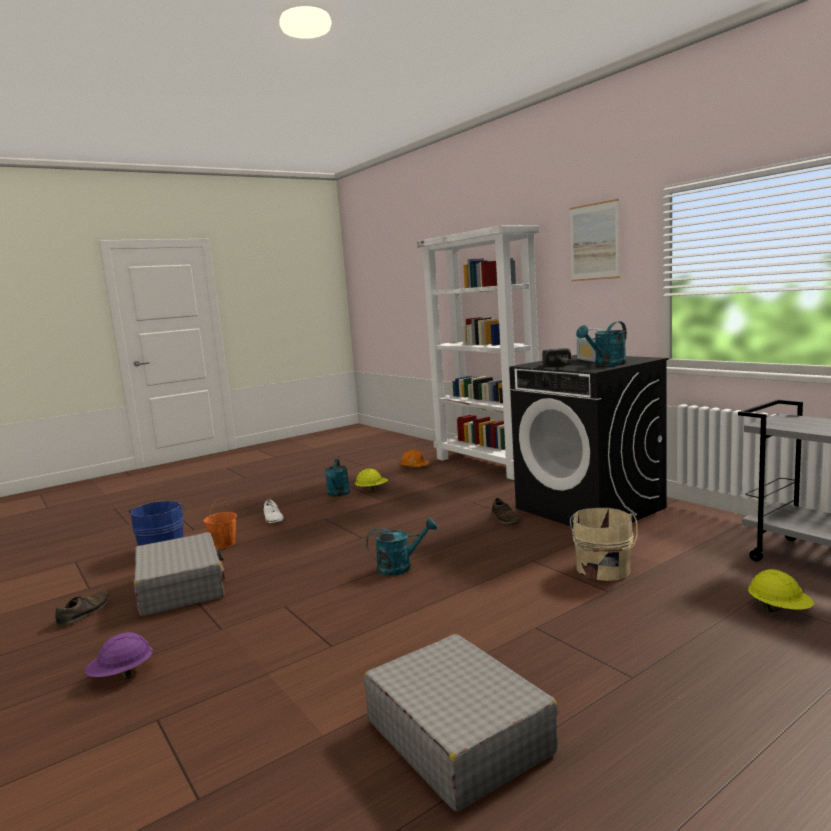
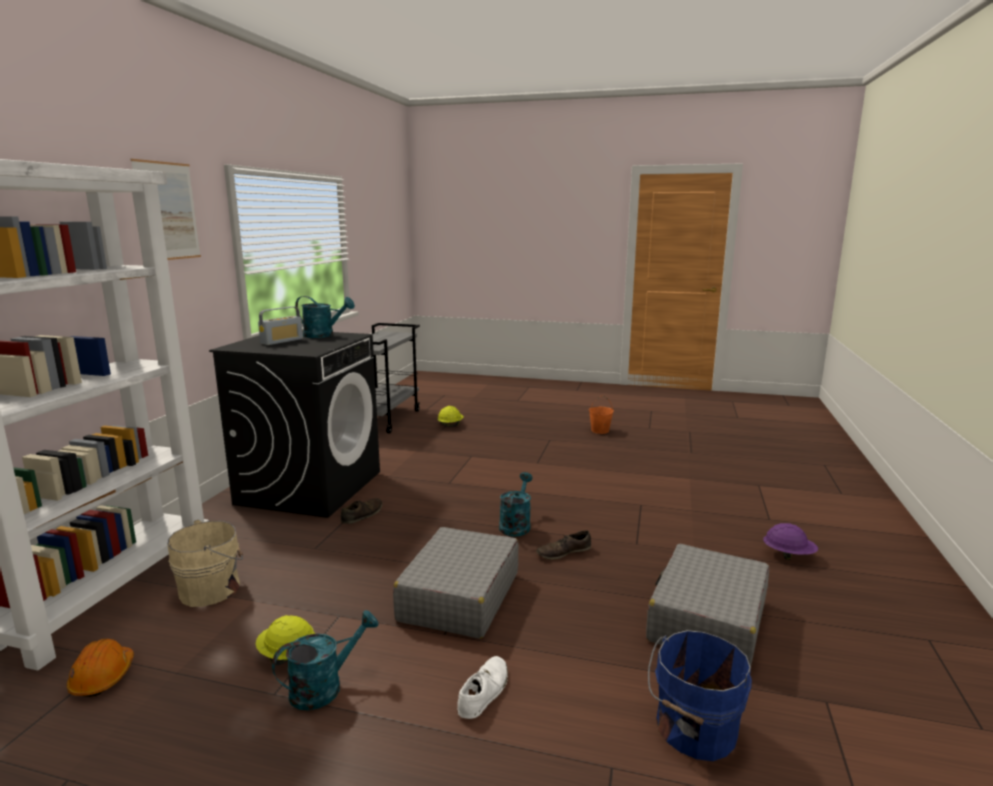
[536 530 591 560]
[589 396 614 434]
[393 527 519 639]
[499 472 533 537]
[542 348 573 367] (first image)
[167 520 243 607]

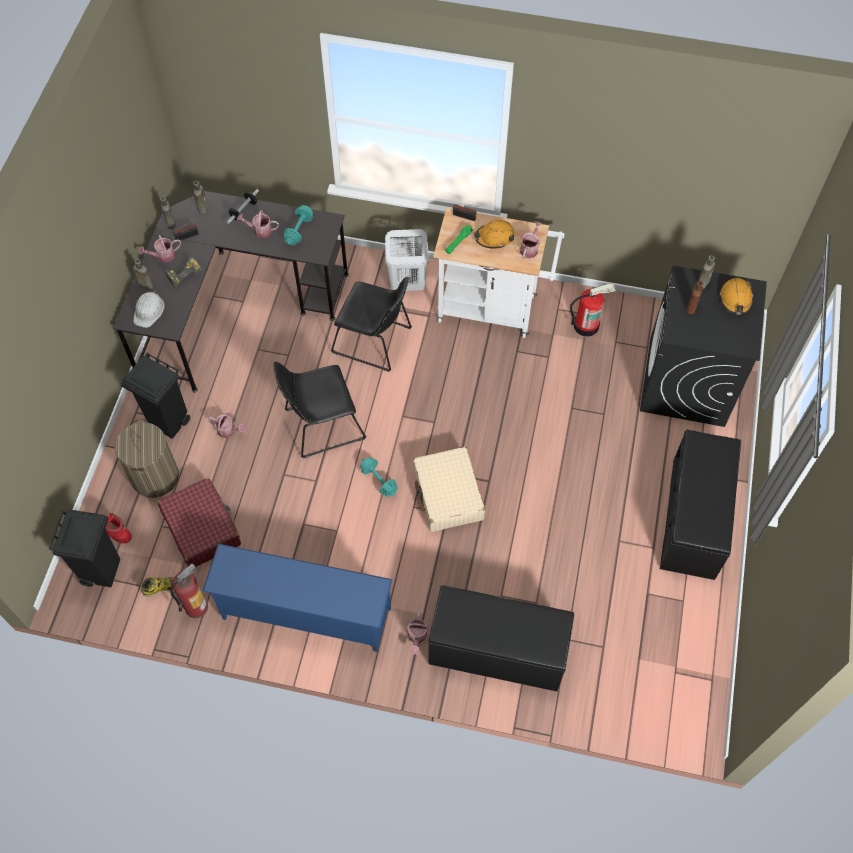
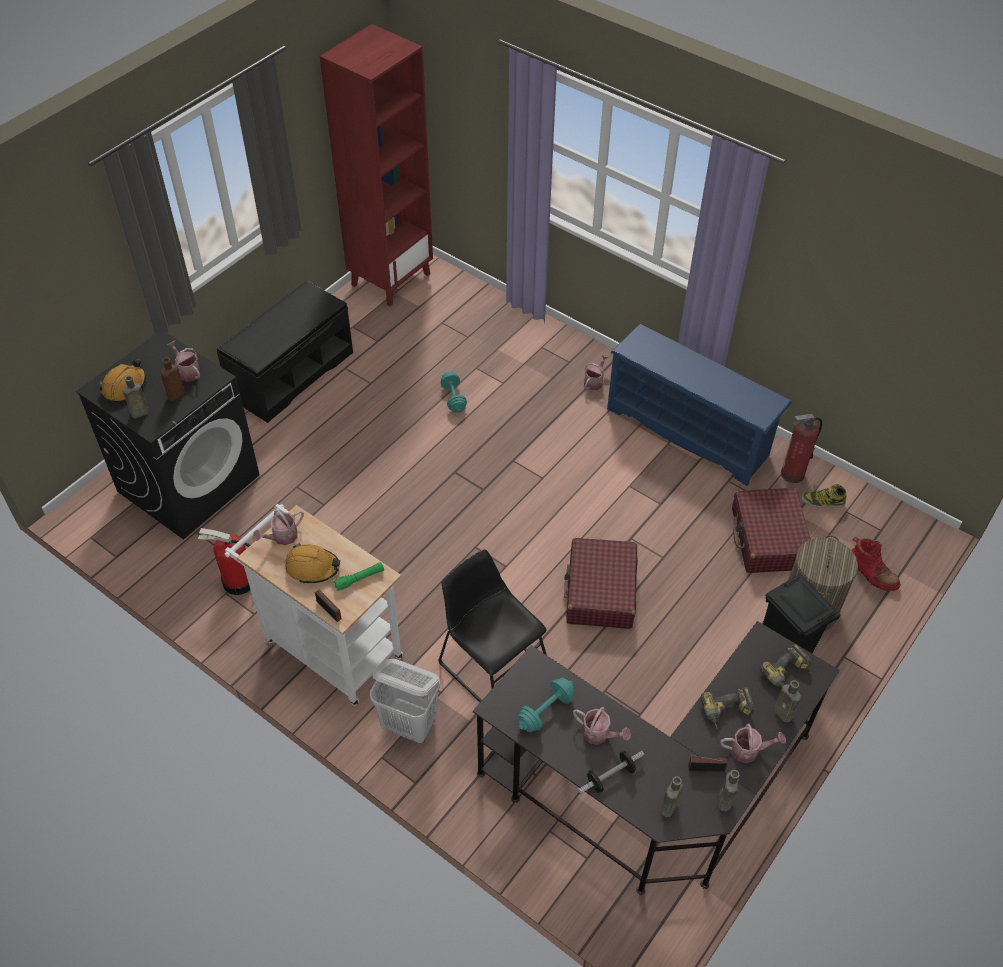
[49 509 120 587] (first image)
[759 644 811 687]
[167 340 201 381]
[564 538 638 629]
[441 372 467 413]
[413 447 485 532] (first image)
[428 585 574 691] (first image)
[320 24 433 307]

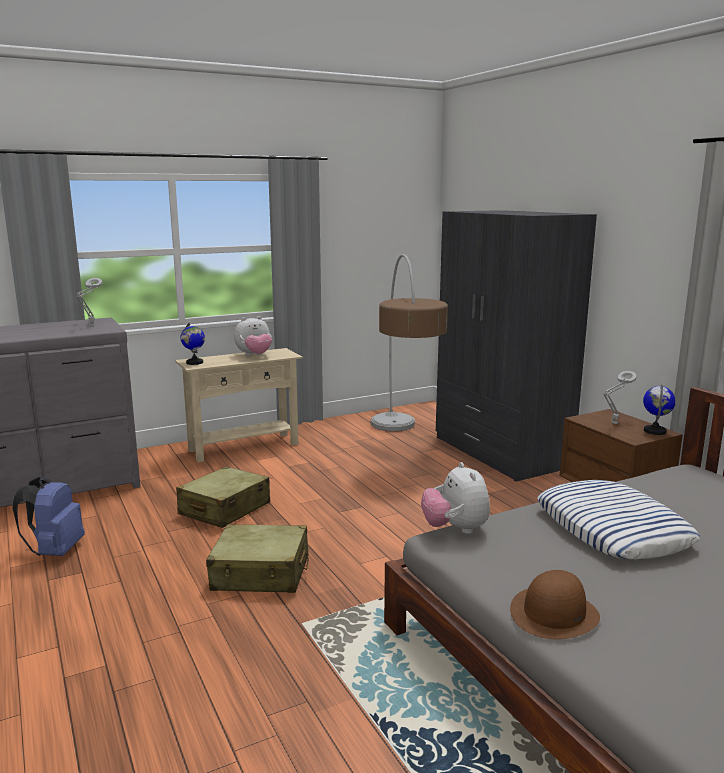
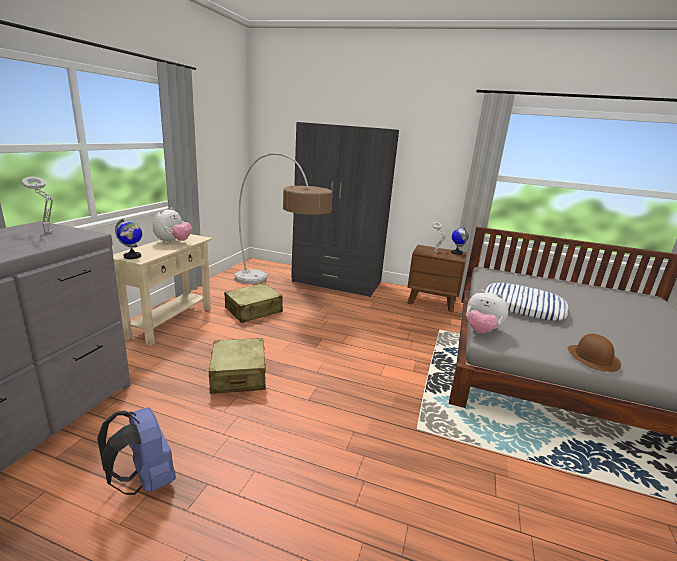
[224 283 283 323]

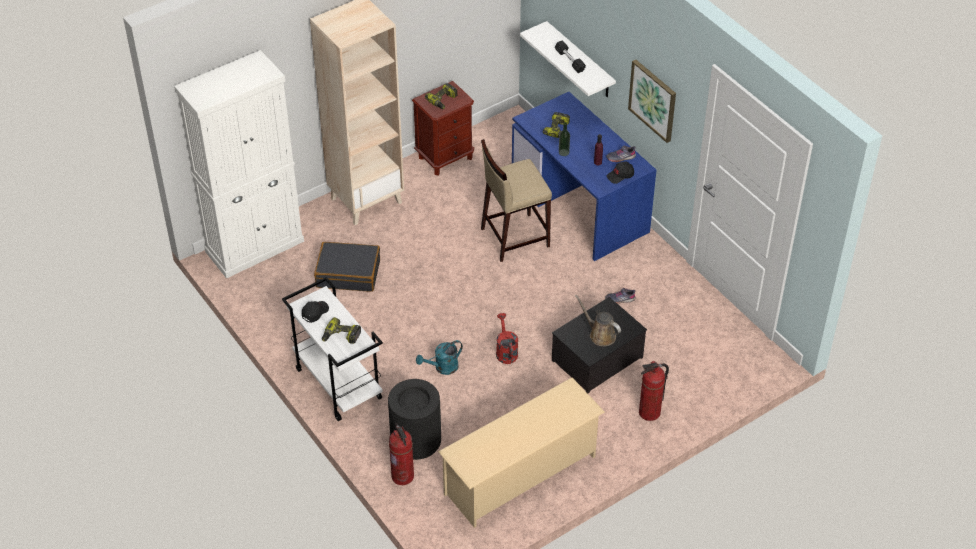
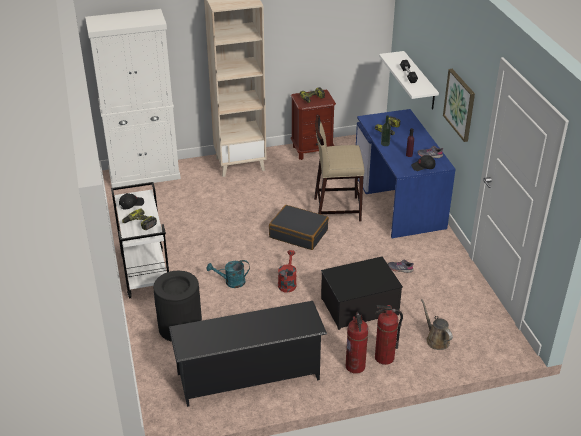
[269 205 329 250]
[346 312 368 374]
[169 301 327 407]
[421 299 453 350]

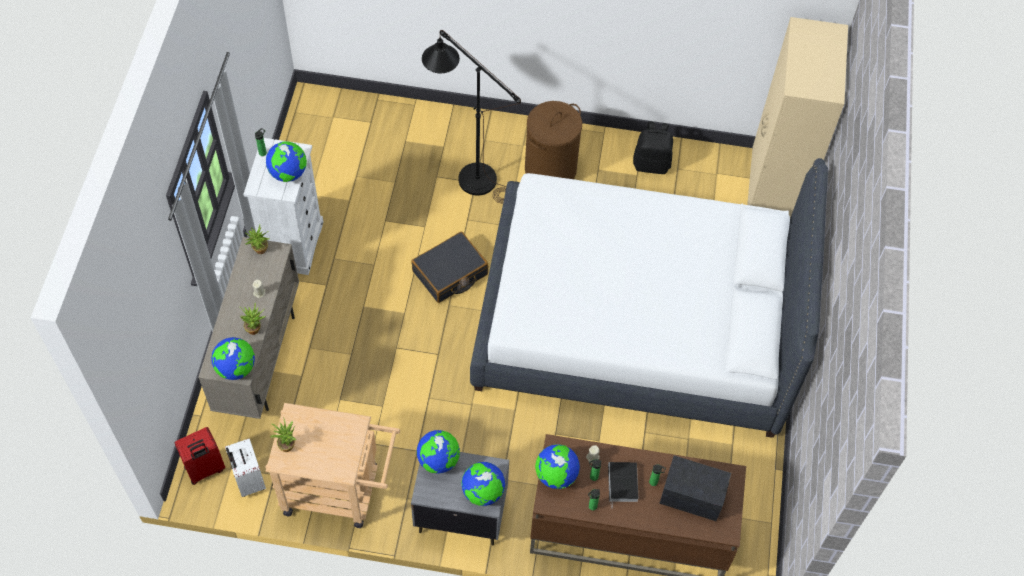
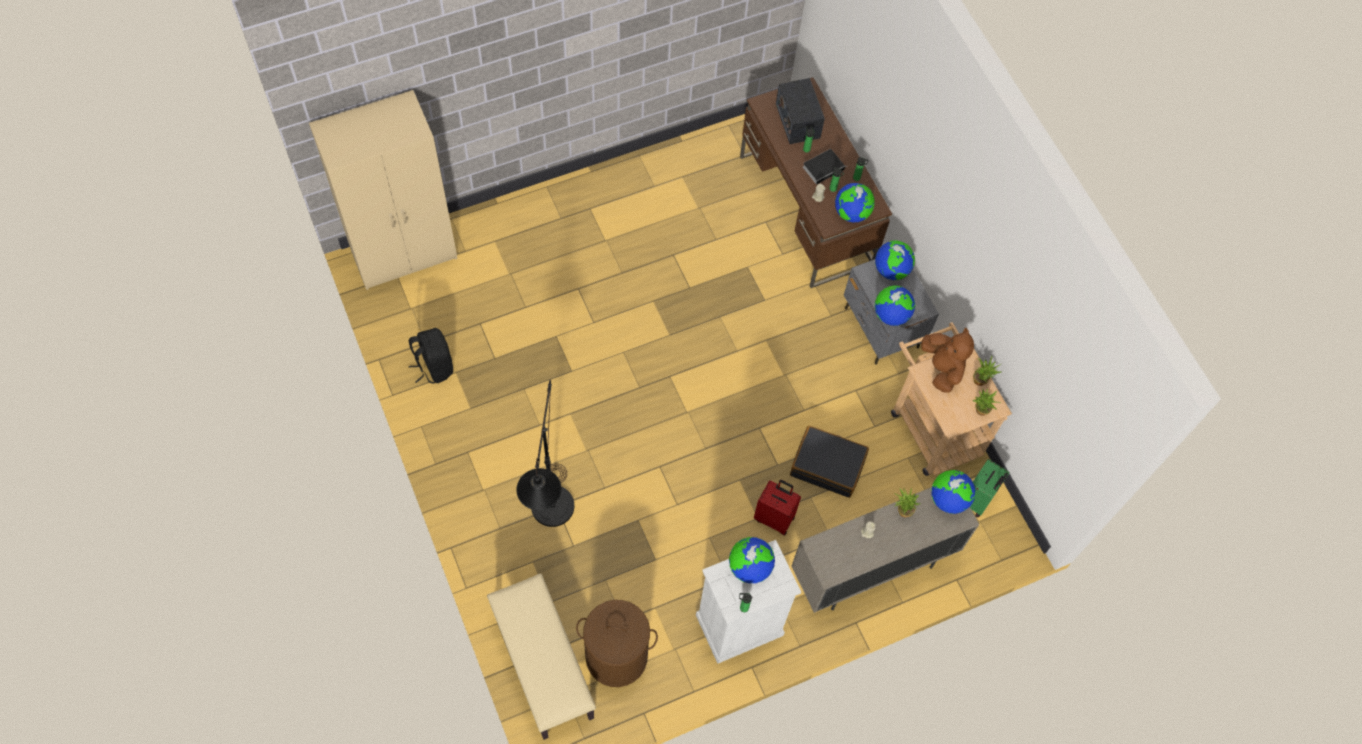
[754 480 801 535]
[970 459 1010 518]
[973 356 1001 386]
[790 426 869 498]
[470 158 828 438] (first image)
[576 600 658 687]
[487 573 596 740]
[921 328 974 393]

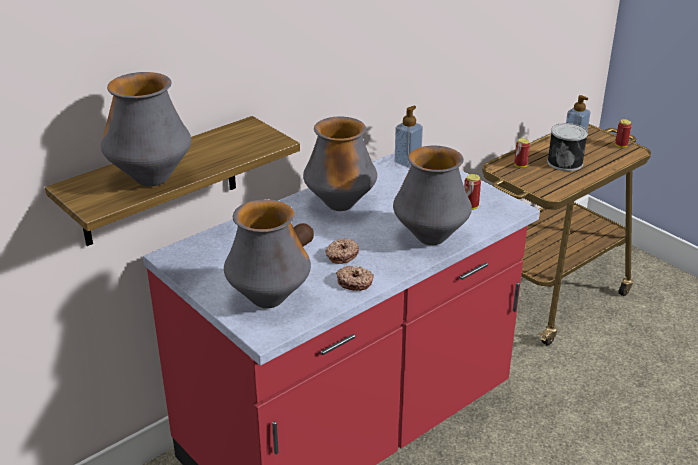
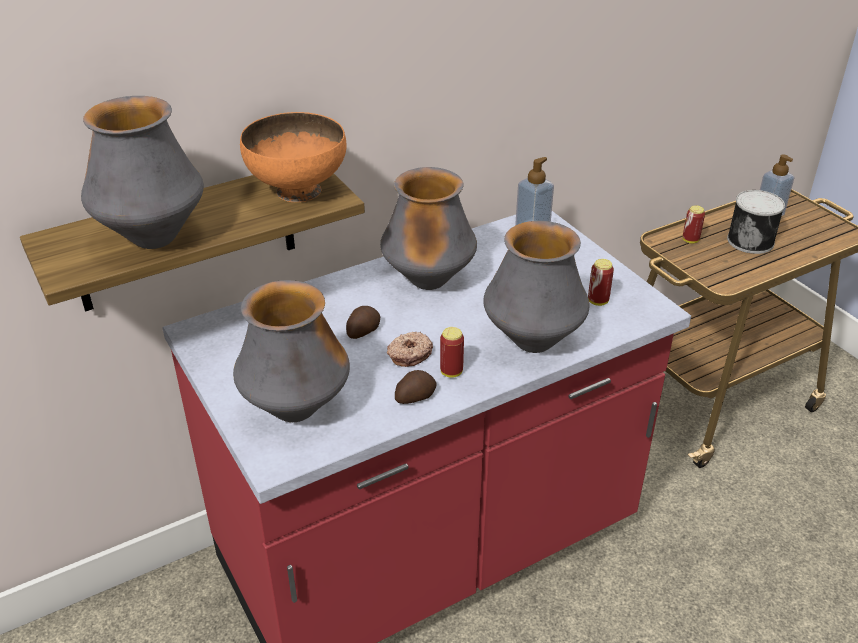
[395 370 436 404]
[440 327 464 378]
[240 112 347 202]

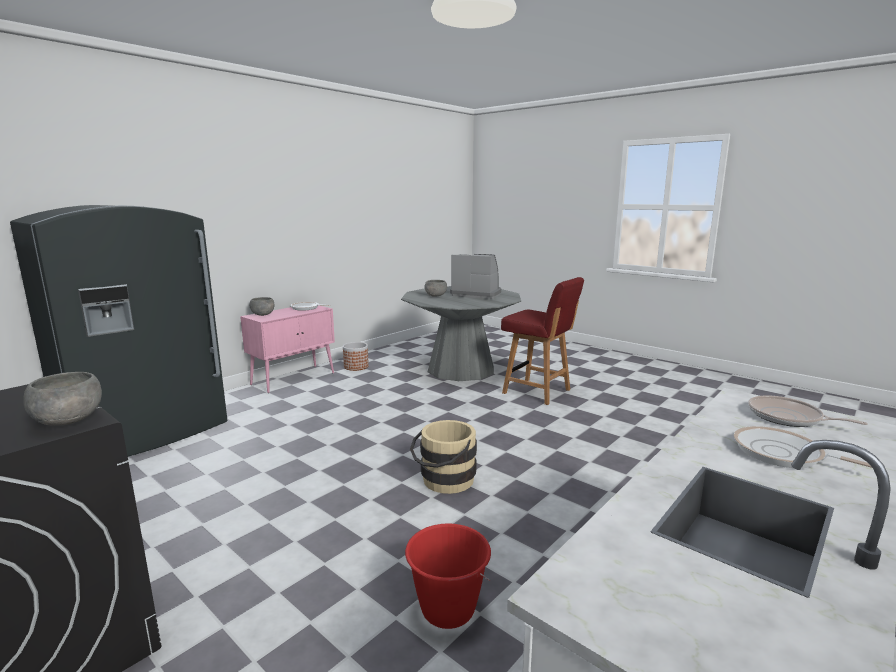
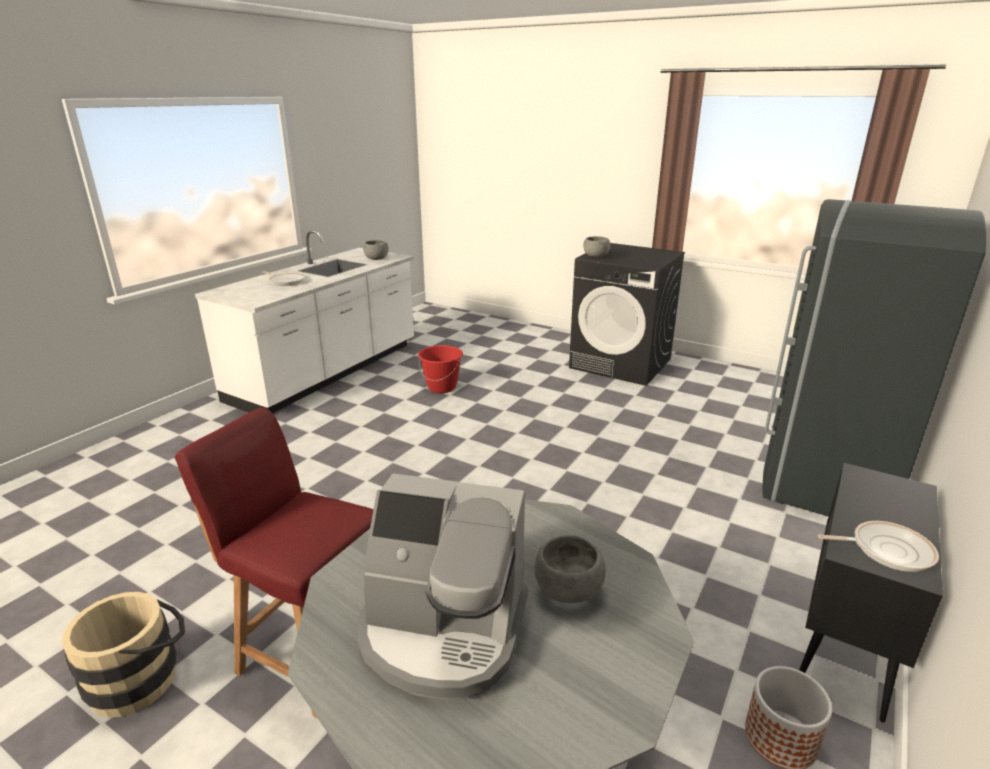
[799 463 943 722]
[363 240 389 260]
[62 592 185 717]
[748 396 868 427] (first image)

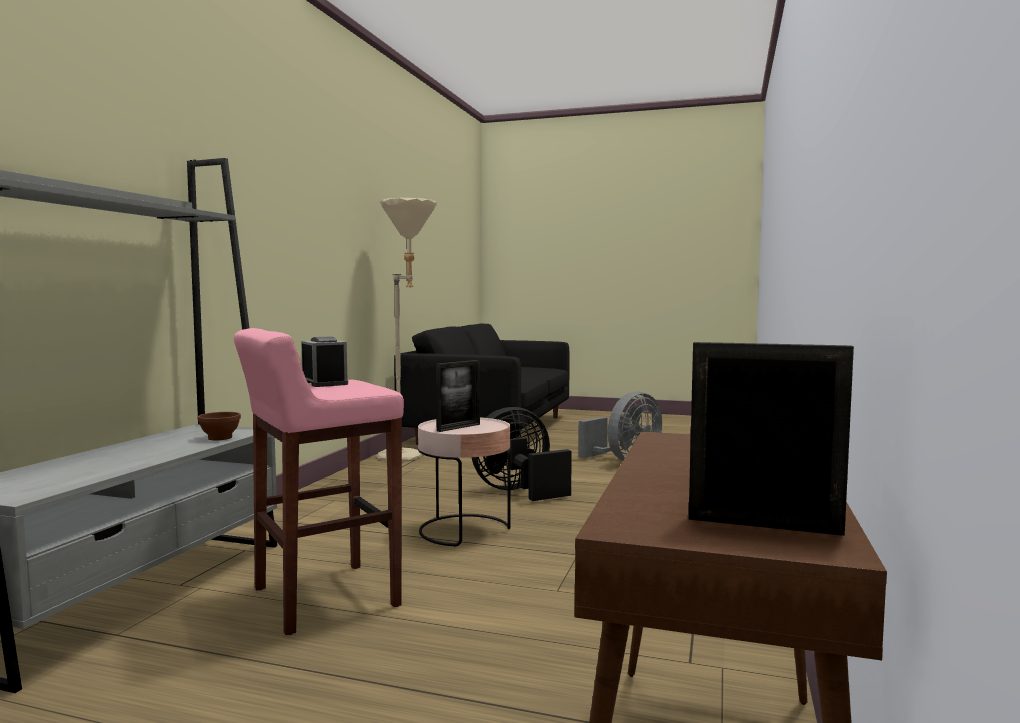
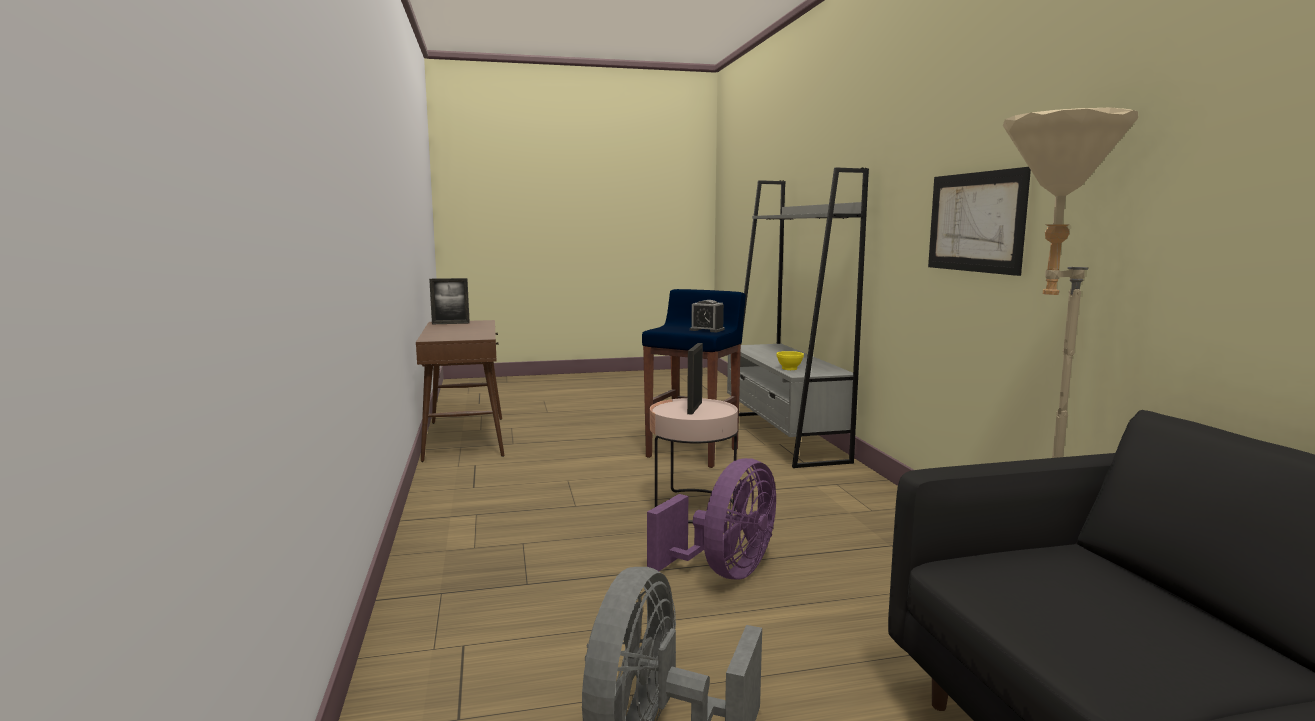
[777 351 804 370]
[642 289 746 468]
[647 458 776 579]
[928 167 1031 276]

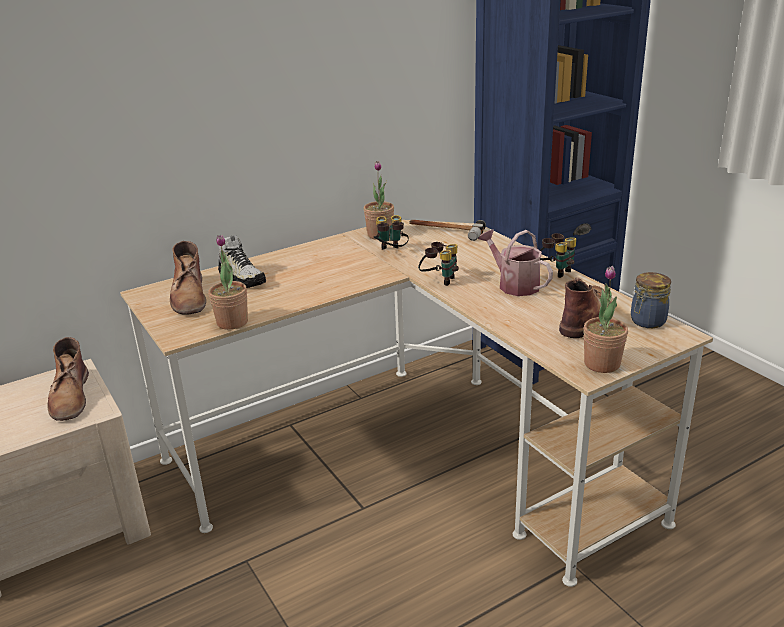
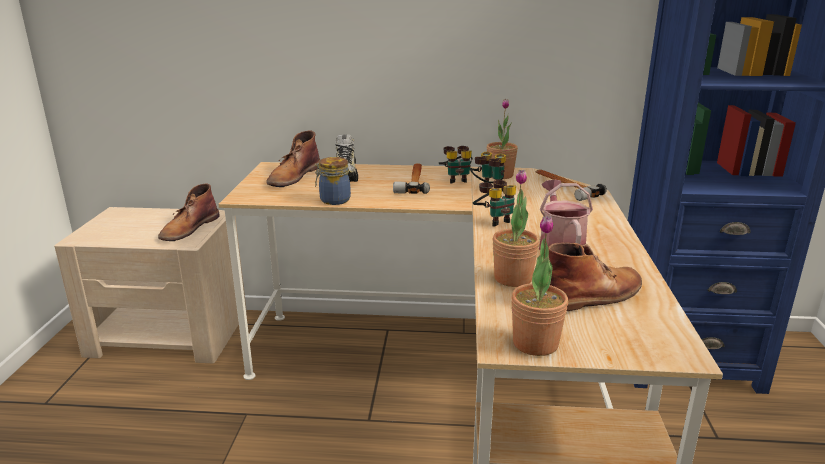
[493 170 539 287]
[439 146 473 184]
[315 157 351 205]
[393 163 430 194]

